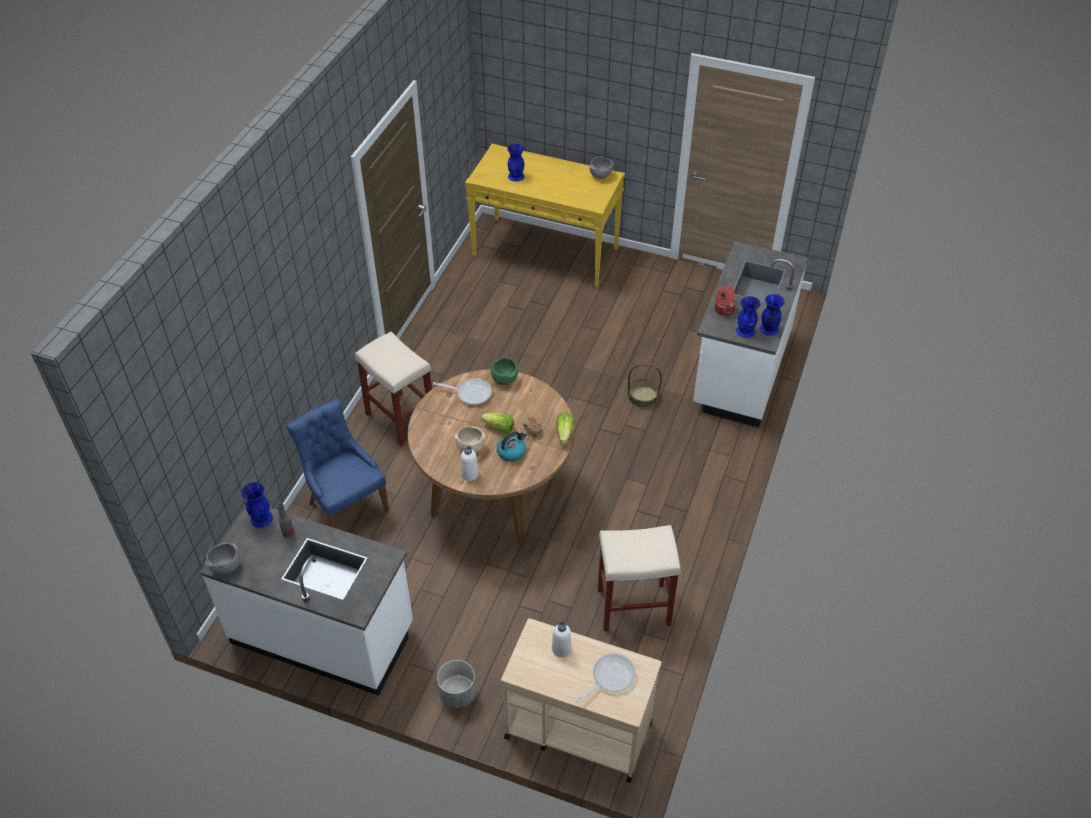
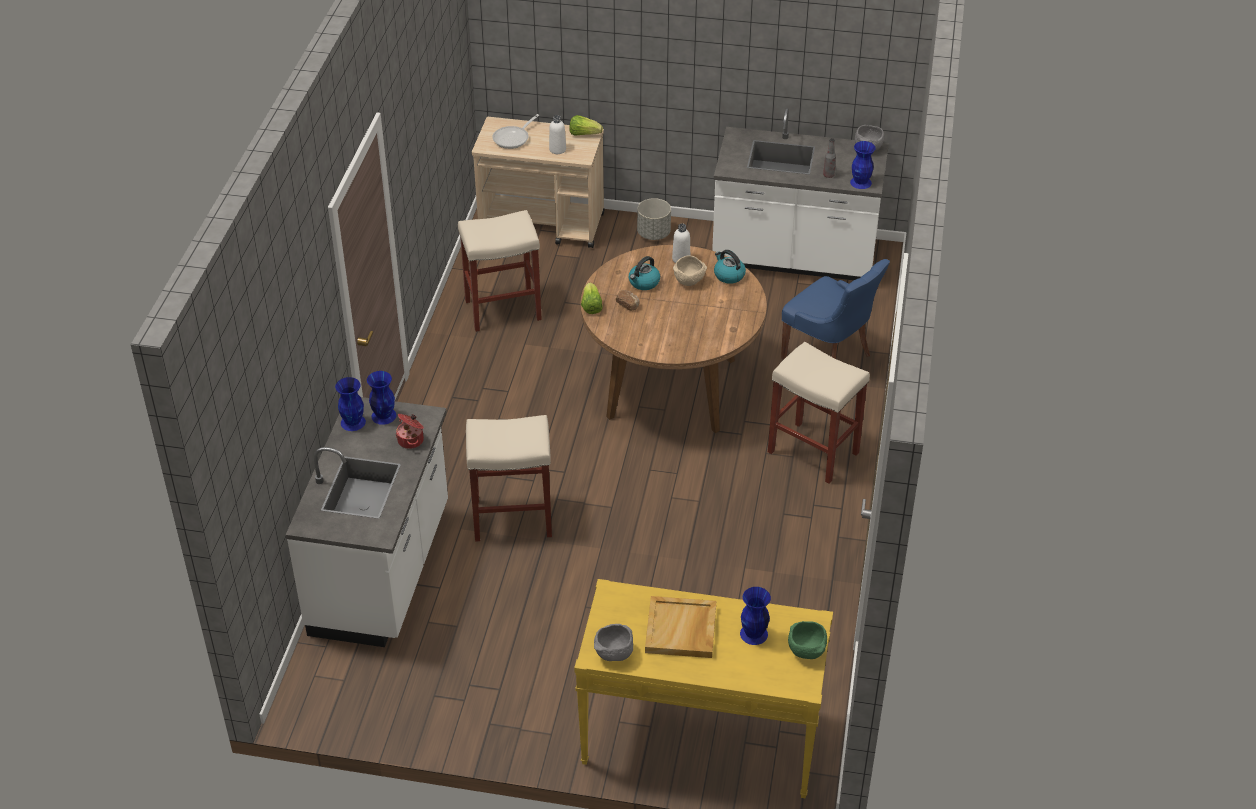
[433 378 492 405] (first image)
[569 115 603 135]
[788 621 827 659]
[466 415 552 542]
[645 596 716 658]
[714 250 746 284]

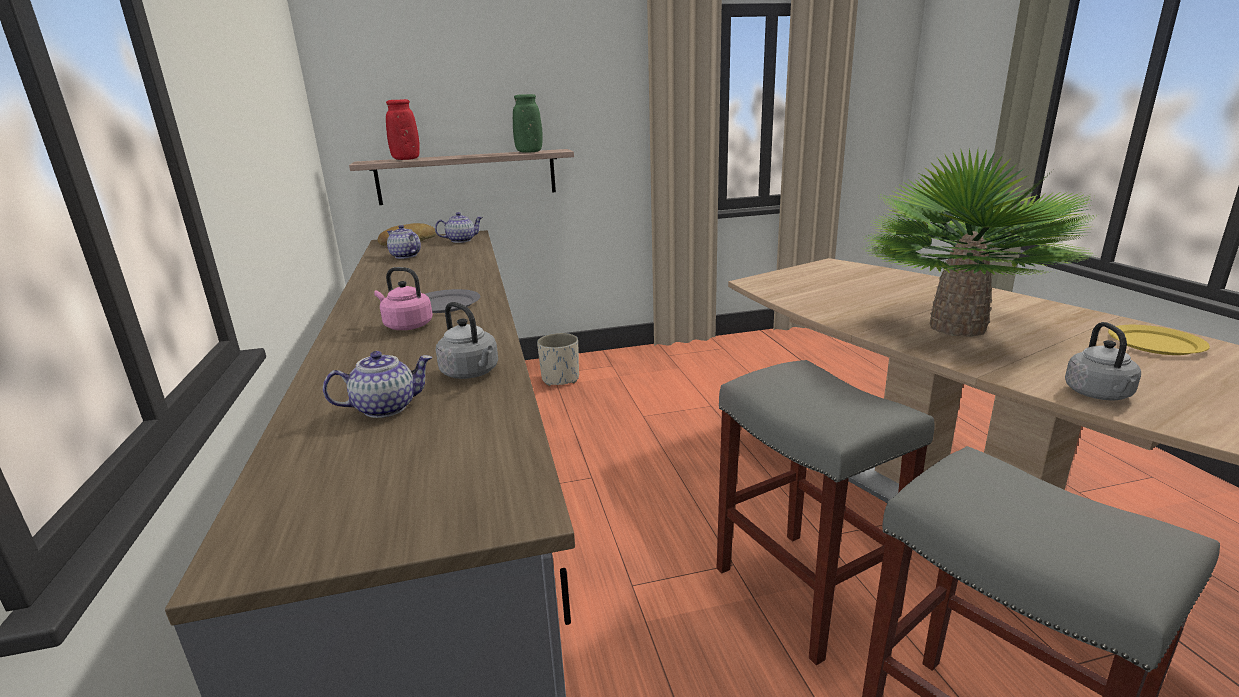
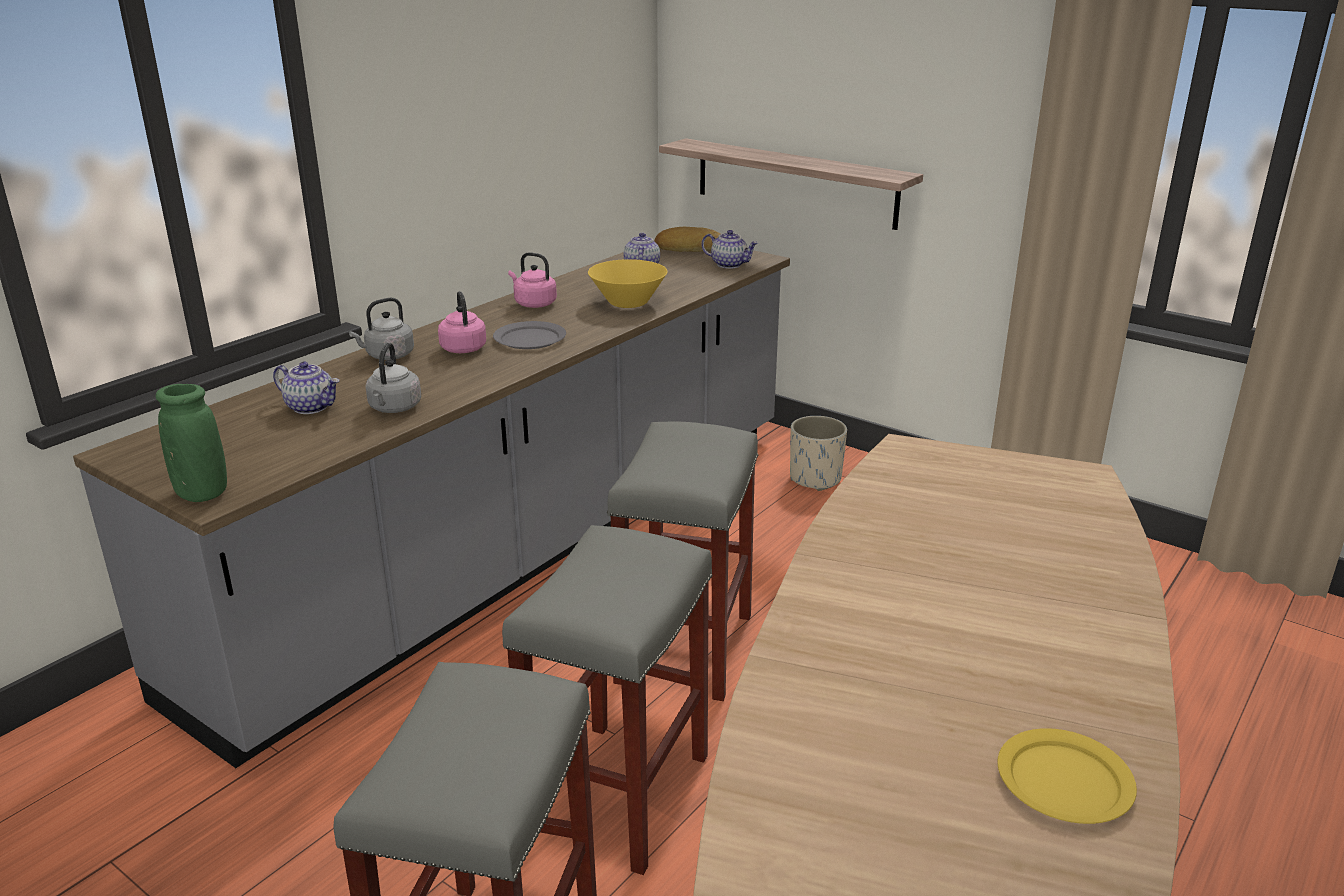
[386 99 420 160] (first image)
[155 384 227 502]
[864 148 1097 337] (first image)
[349 297 414 360]
[508 252 557 308]
[588 259 667 308]
[607 422 758 701]

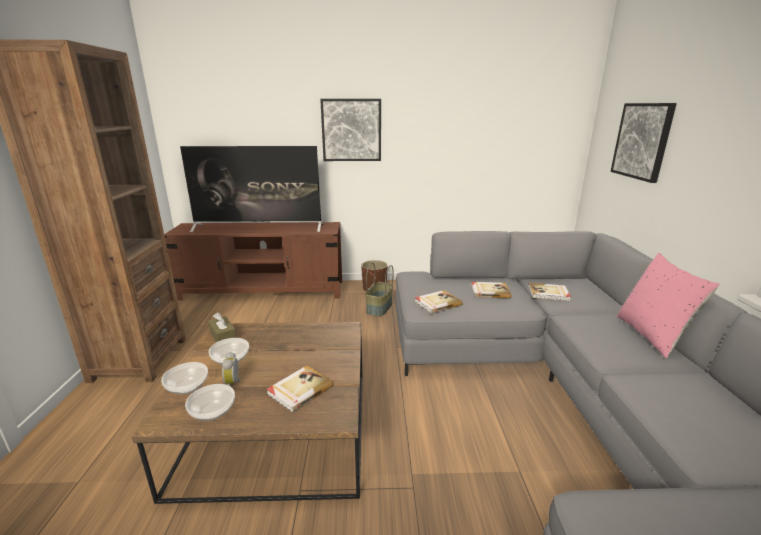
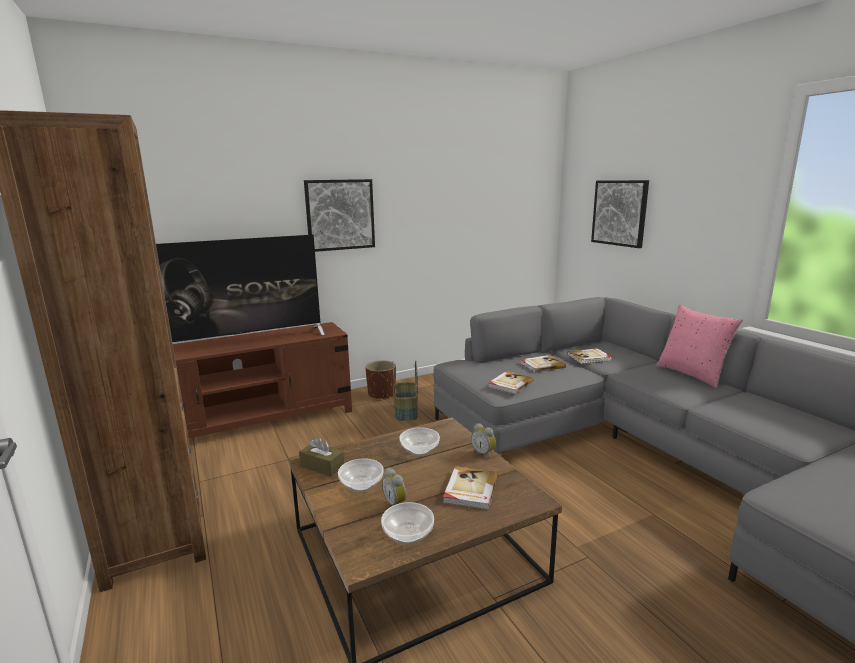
[400 427 440 456]
[471 423 496 459]

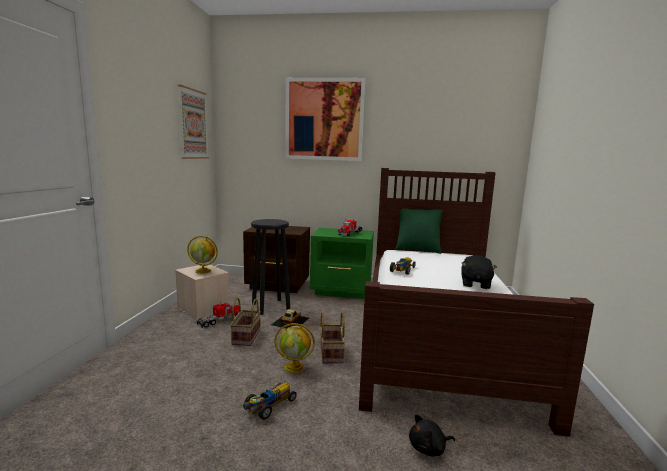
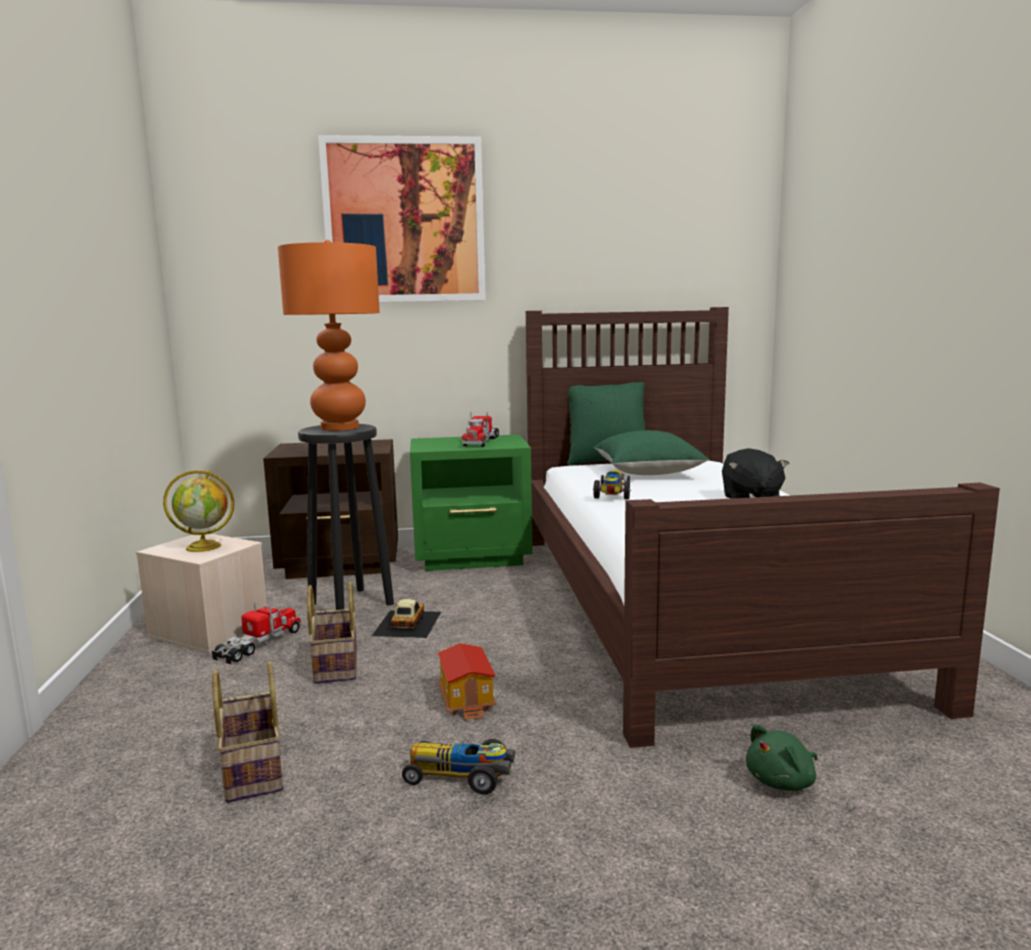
[178 85 209 159] (first image)
[402 739 515 795]
[438 643 497 720]
[212 661 283 803]
[746 725 818 791]
[278 240 380 431]
[593 430 709 475]

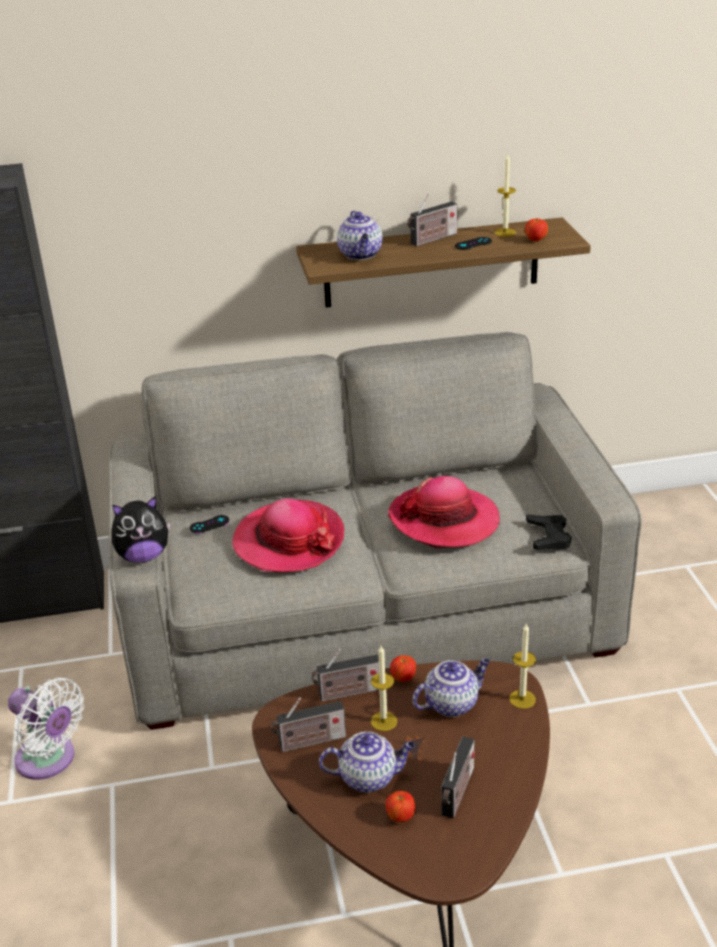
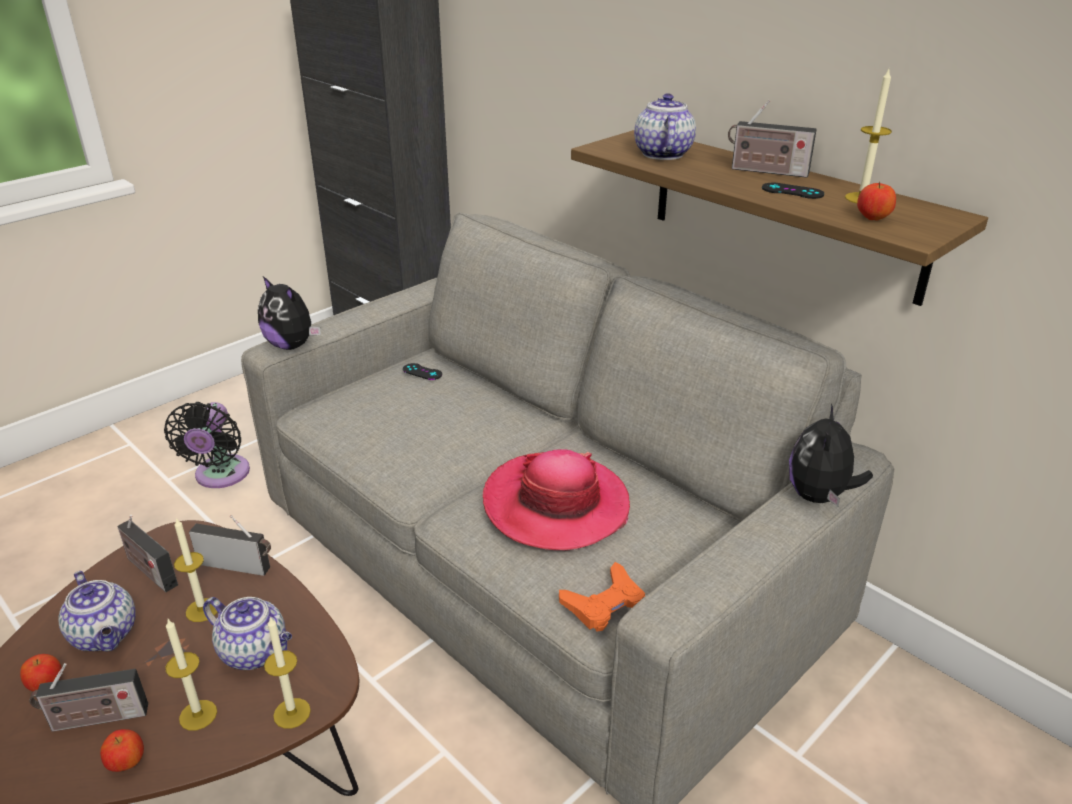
[164 402 250 488]
[232 499 345 572] (first image)
[189 515 271 576]
[634 93 696 160]
[100 729 144 772]
[559 562 645 632]
[165 619 217 731]
[789 403 873 507]

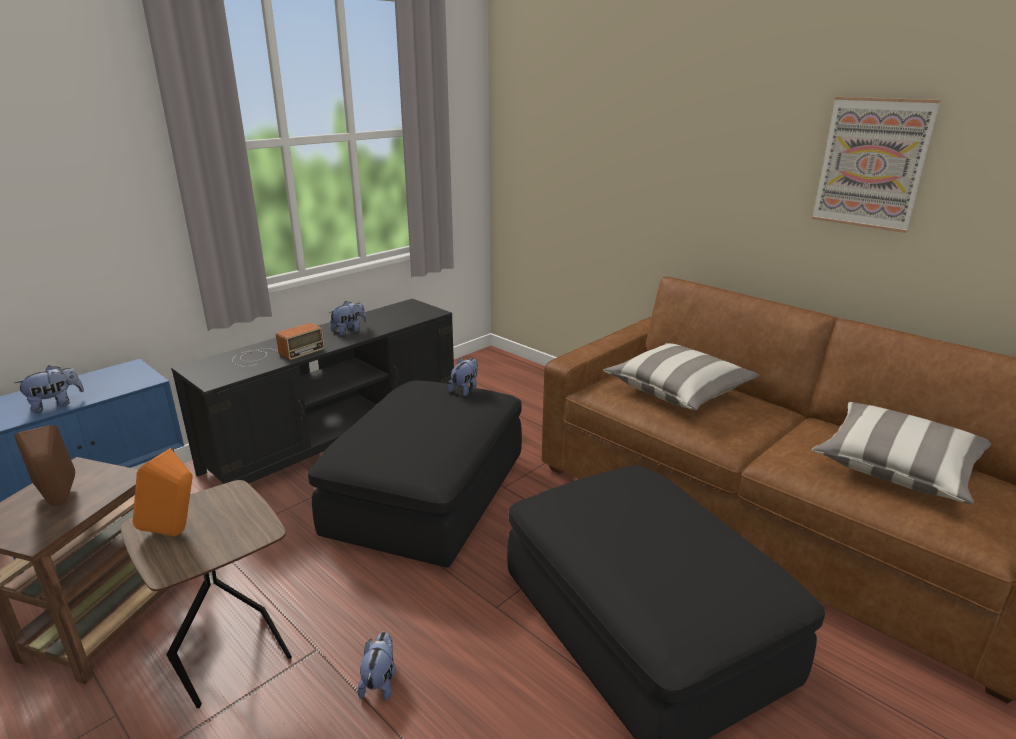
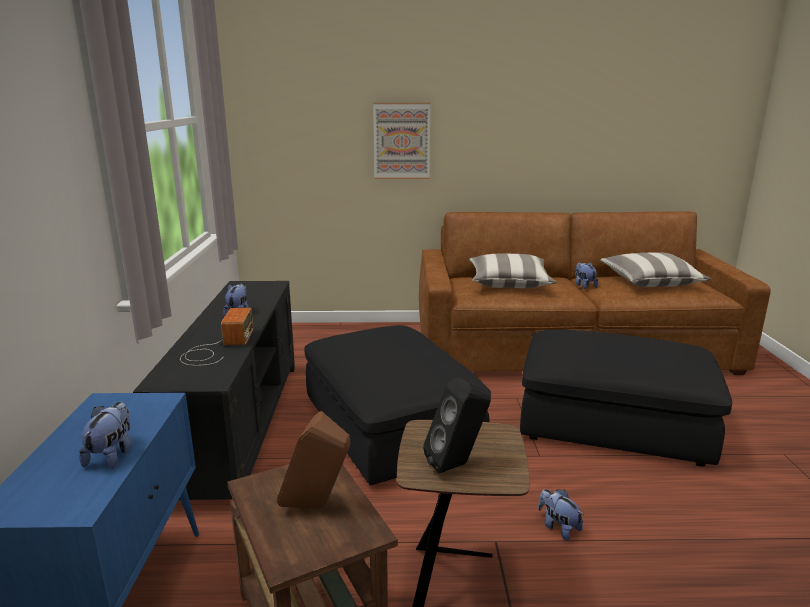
[423 377 491 474]
[576 262 598 289]
[373 102 431 179]

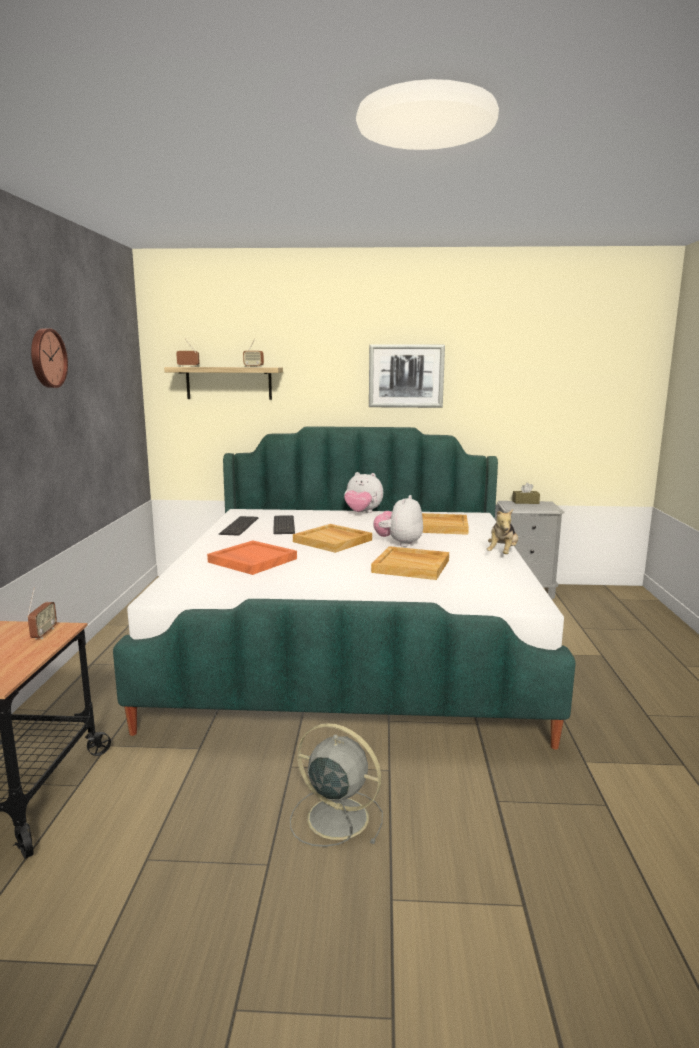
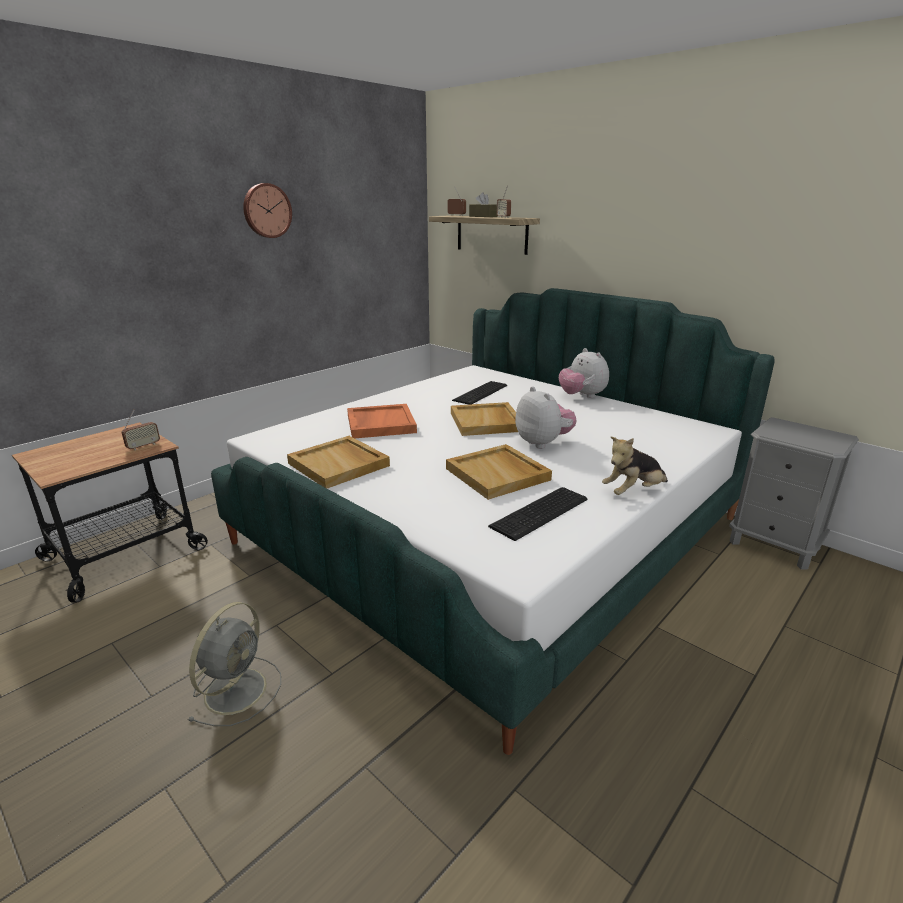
[488 487 587 541]
[188 602 281 726]
[369 344 445 408] (first image)
[515 387 576 449]
[287 436 390 488]
[469 192 498 217]

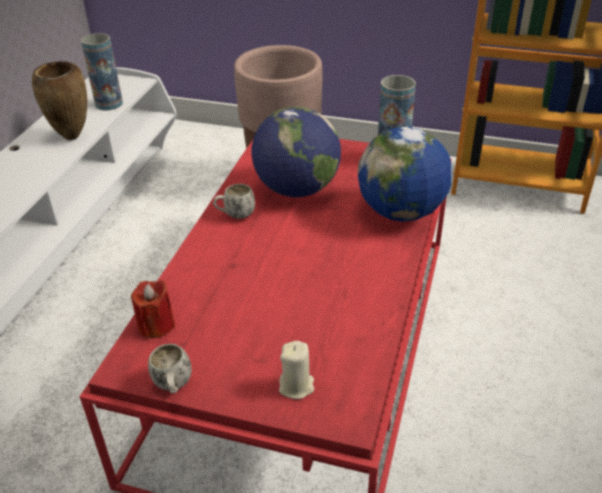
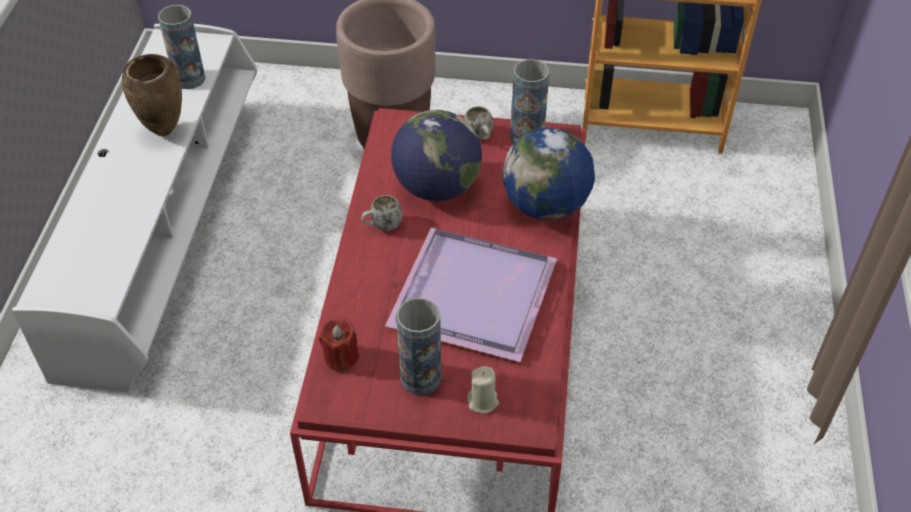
[464 106 493 140]
[385 228 557 362]
[396 298 441 395]

